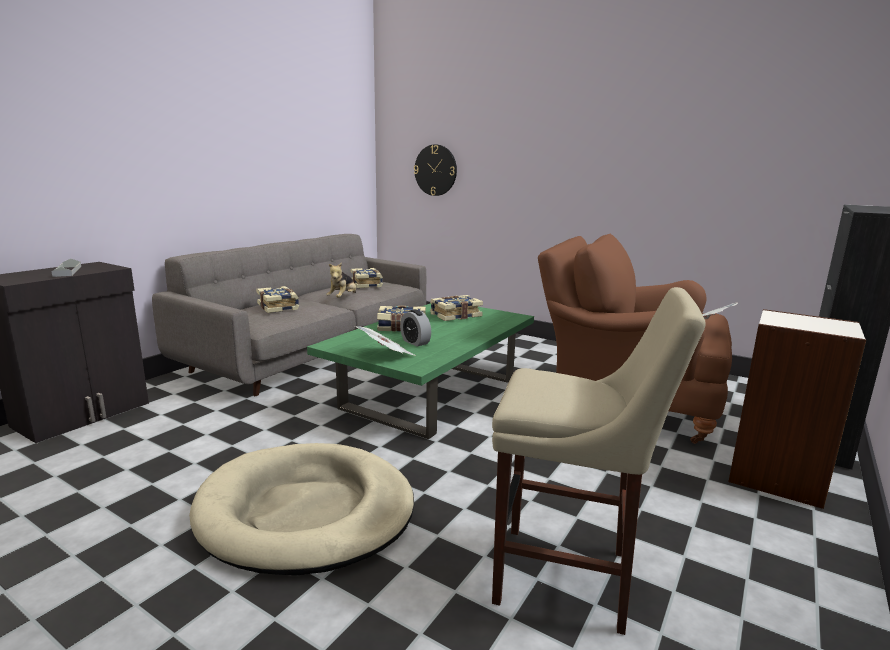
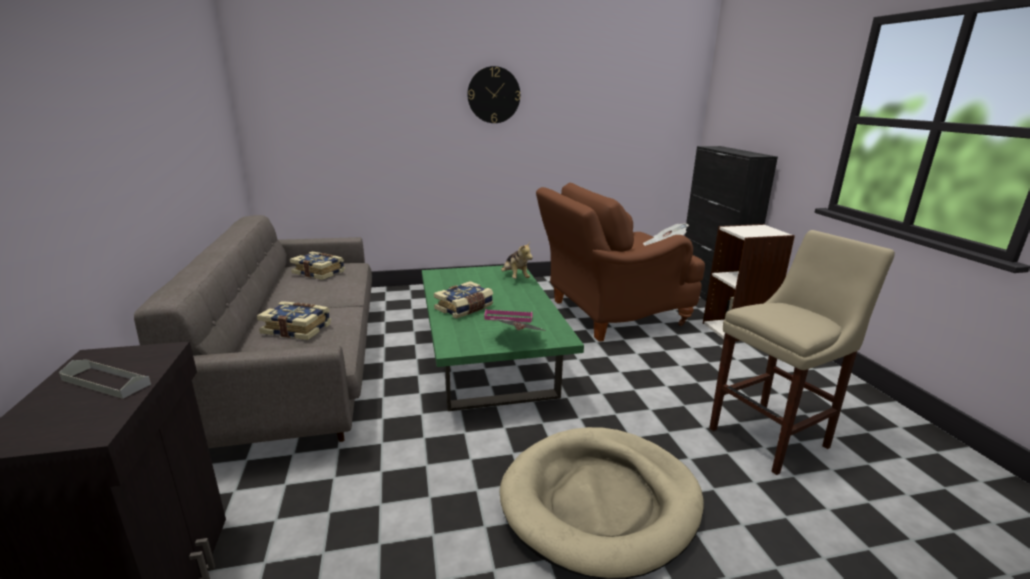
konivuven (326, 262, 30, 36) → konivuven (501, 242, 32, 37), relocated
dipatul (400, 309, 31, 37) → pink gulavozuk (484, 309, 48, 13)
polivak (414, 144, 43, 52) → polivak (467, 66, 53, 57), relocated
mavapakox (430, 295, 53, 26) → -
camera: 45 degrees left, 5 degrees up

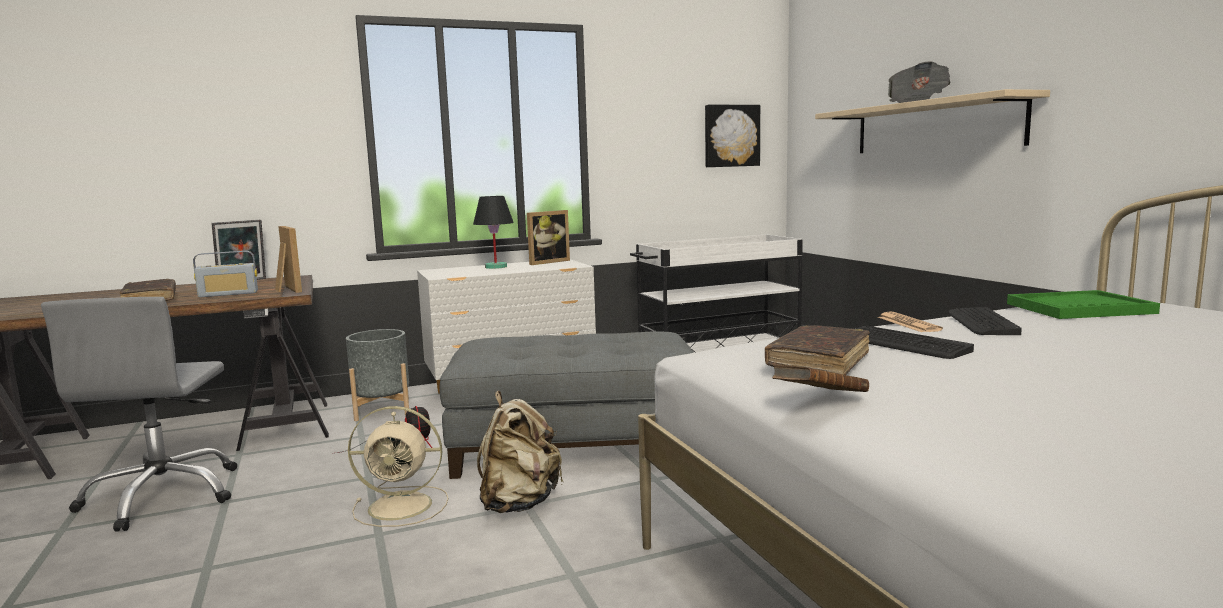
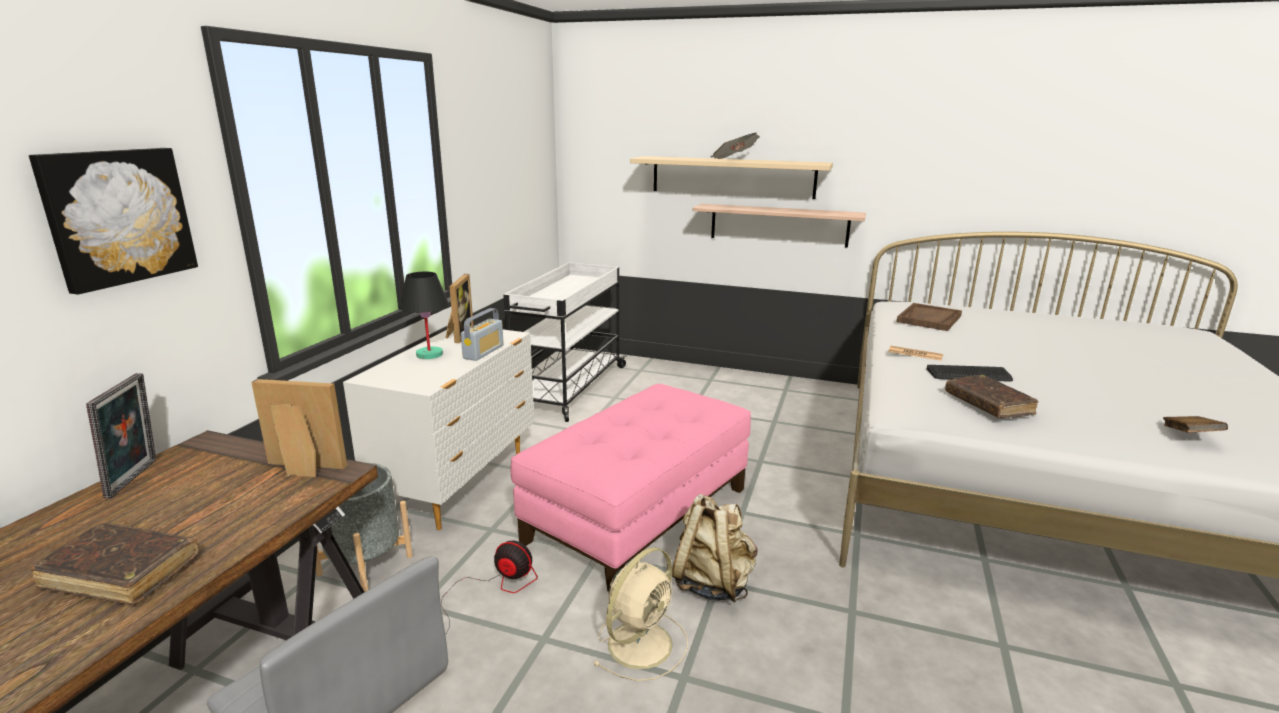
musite (193, 251, 65, 46) → musite (461, 308, 43, 53), relocated
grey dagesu (440, 331, 254, 148) → pink dagesu (511, 384, 240, 208)
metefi (705, 105, 55, 62) → metefi (29, 148, 169, 147), relocated
brown mavapakox (772, 364, 97, 28) → brown mavapakox (1163, 416, 65, 17), relocated
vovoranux (948, 307, 74, 28) → -
green gulavozuk (1007, 290, 153, 29) → brown gulavozuk (897, 303, 65, 28)
- → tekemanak (692, 203, 174, 45)
camera: 50 degrees left, 10 degrees up

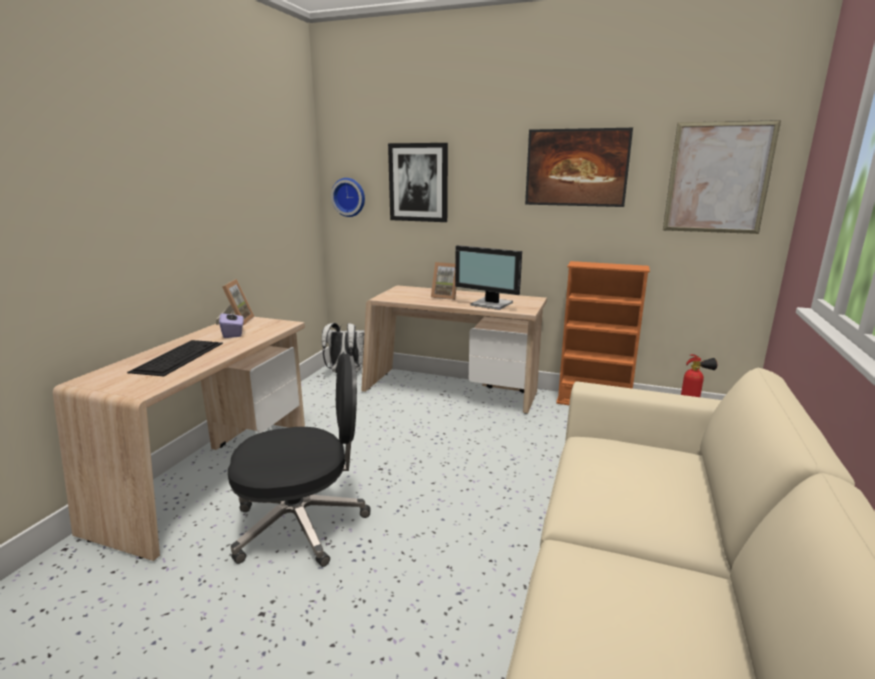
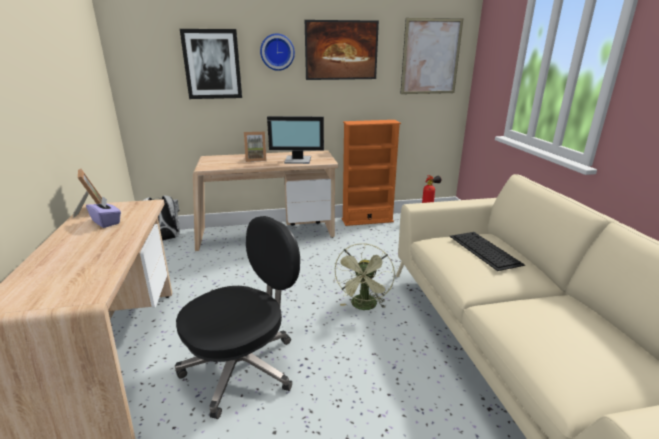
vovoranux (127, 340, 96, 36) → vovoranux (449, 232, 76, 39), relocated
polivak (331, 178, 34, 39) → polivak (260, 33, 35, 38), relocated
- → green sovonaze (335, 243, 60, 67)
camera: 30 degrees left, 5 degrees up

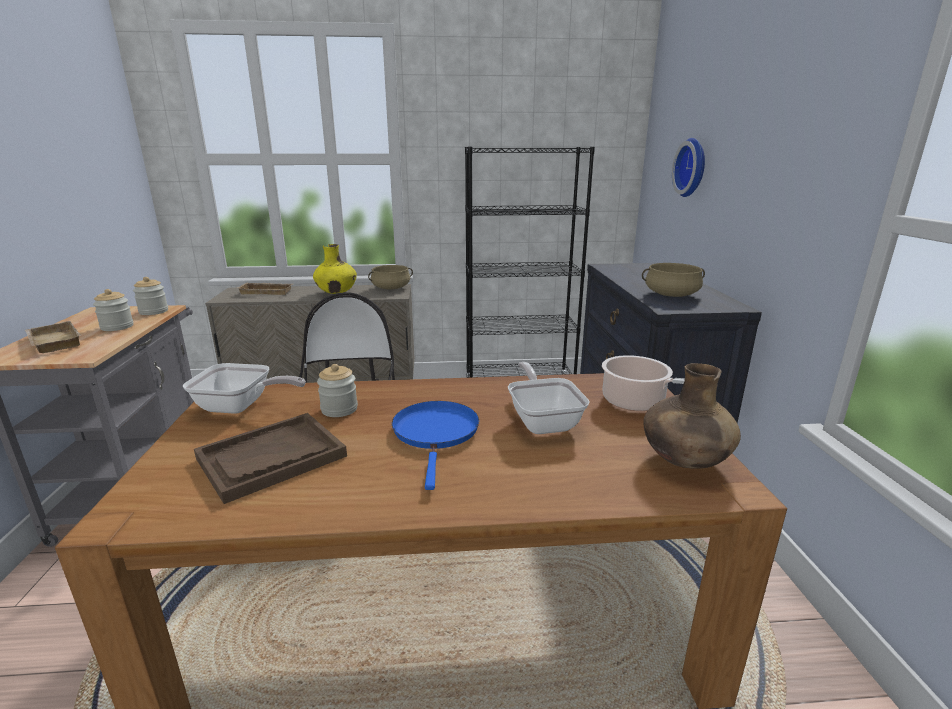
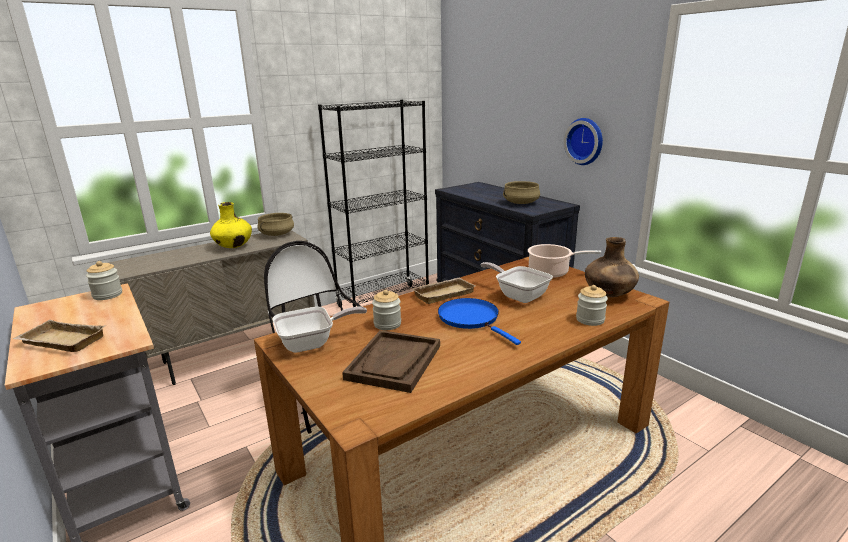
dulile (93, 289, 40, 42) → dulile (576, 285, 32, 41), relocated
beige gulavozuk (236, 283, 57, 12) → beige gulavozuk (411, 278, 64, 26), relocated
polivak (672, 138, 33, 59) → polivak (564, 118, 39, 47), relocated
camera: 30 degrees left, 0 degrees up

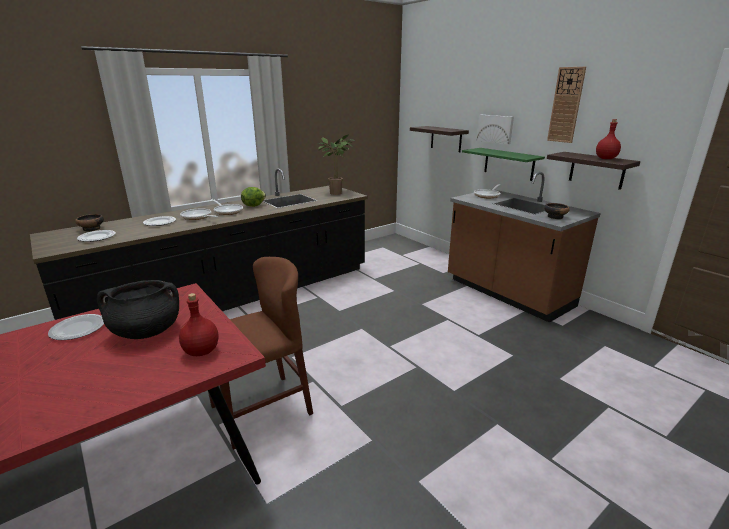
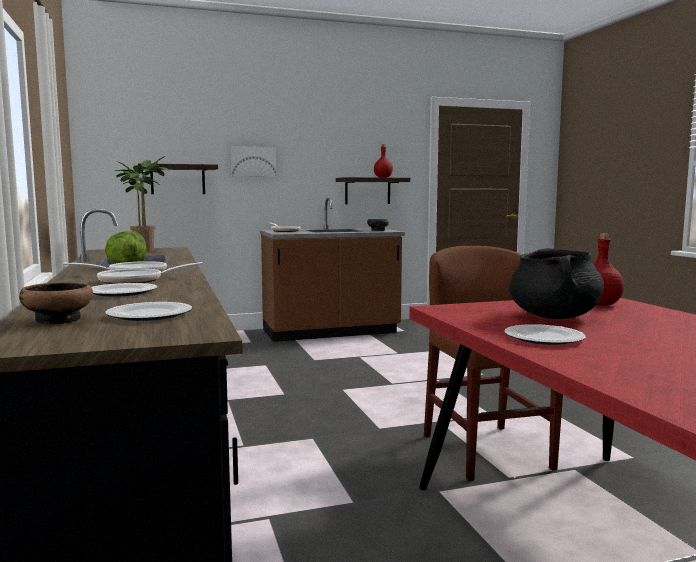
green tekemanak (462, 148, 83, 33) → -
polivak (547, 67, 39, 76) → -
camera: 70 degrees left, 15 degrees down

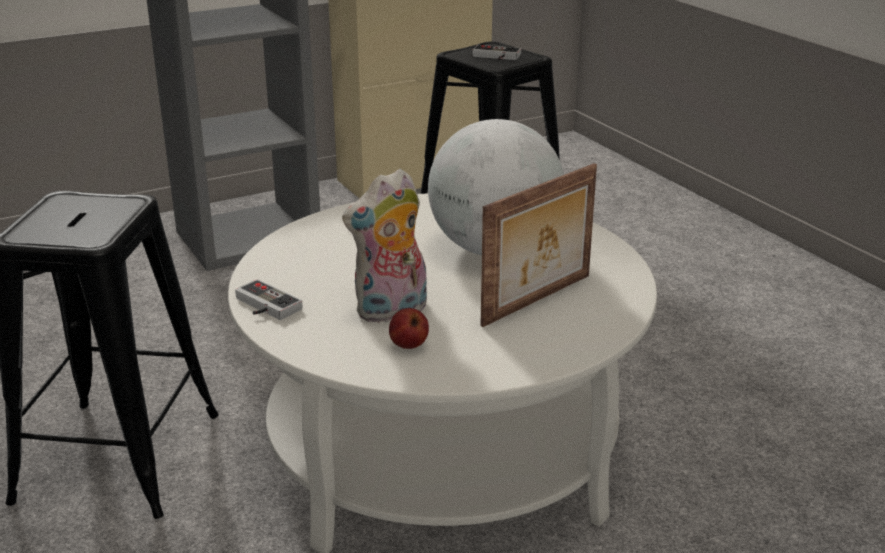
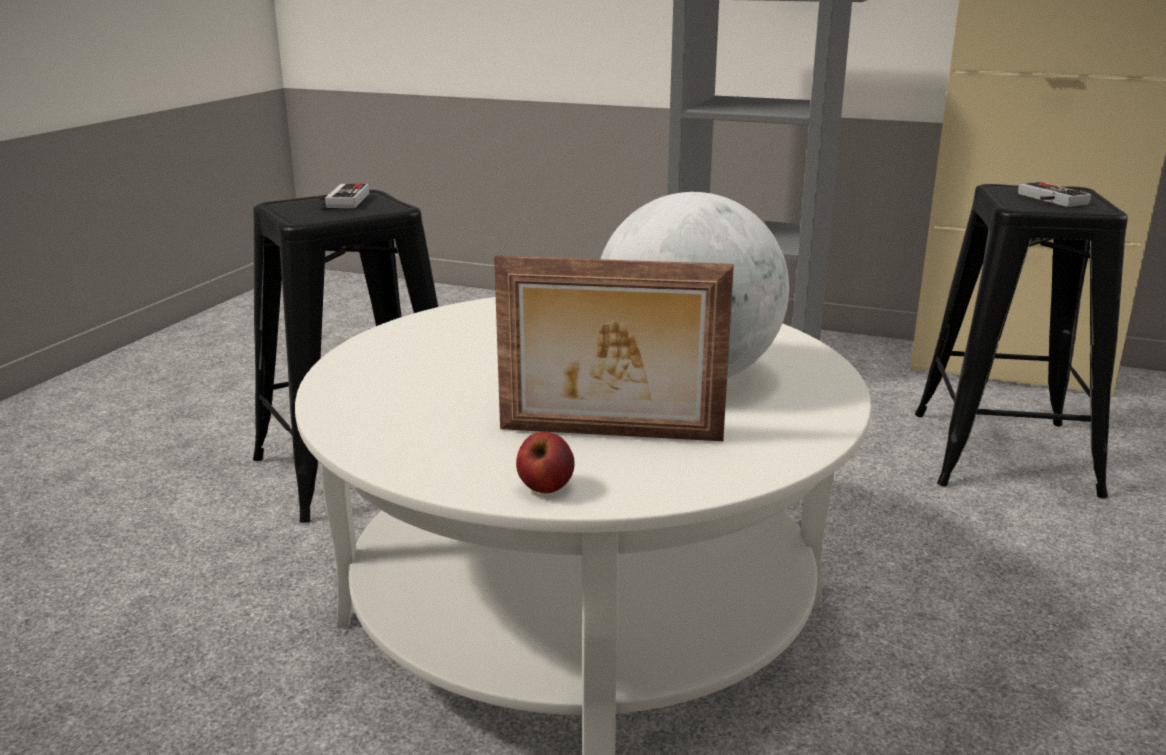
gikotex (235, 279, 67, 41) → gikotex (317, 183, 52, 25), relocated
konivuven (342, 169, 85, 155) → -
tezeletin (389, 308, 40, 41) → tezeletin (516, 432, 59, 61), relocated
camera: 50 degrees right, 5 degrees down

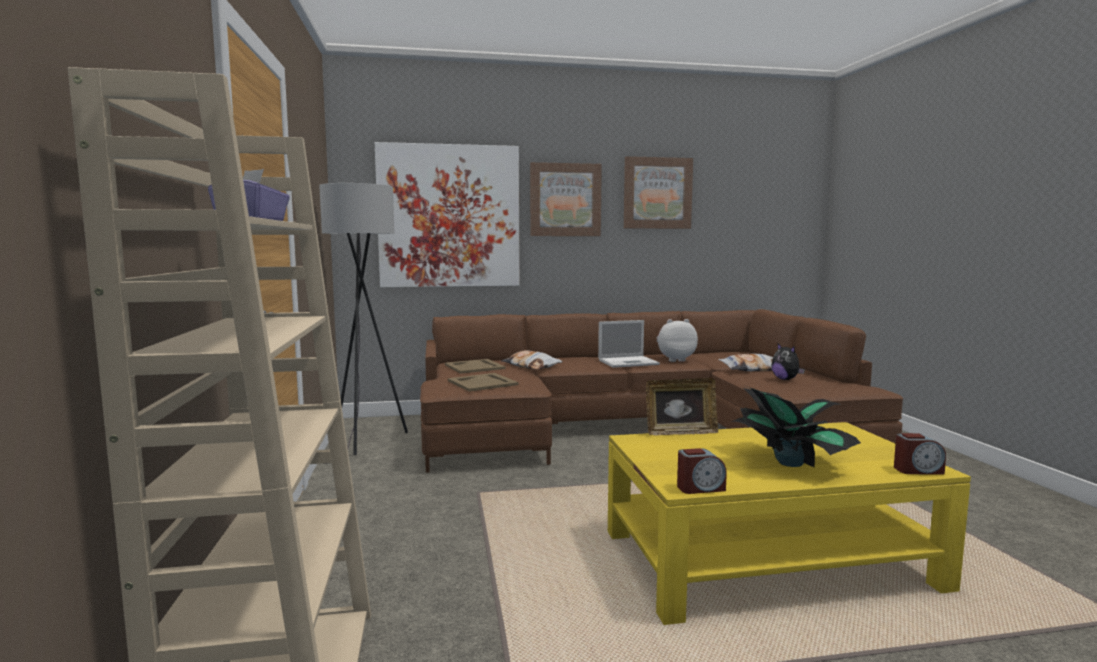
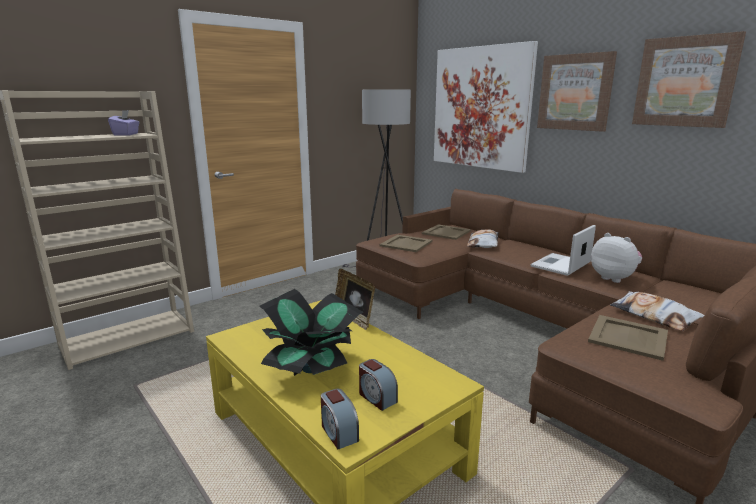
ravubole (598, 320, 62, 48) → ravubole (530, 225, 66, 51), 90 degrees clockwise
dipatul (677, 448, 50, 46) → dipatul (359, 359, 39, 52), relocated
konivuven (771, 344, 34, 36) → beige gulavozuk (588, 315, 80, 46)
camera: 60 degrees right, 10 degrees up

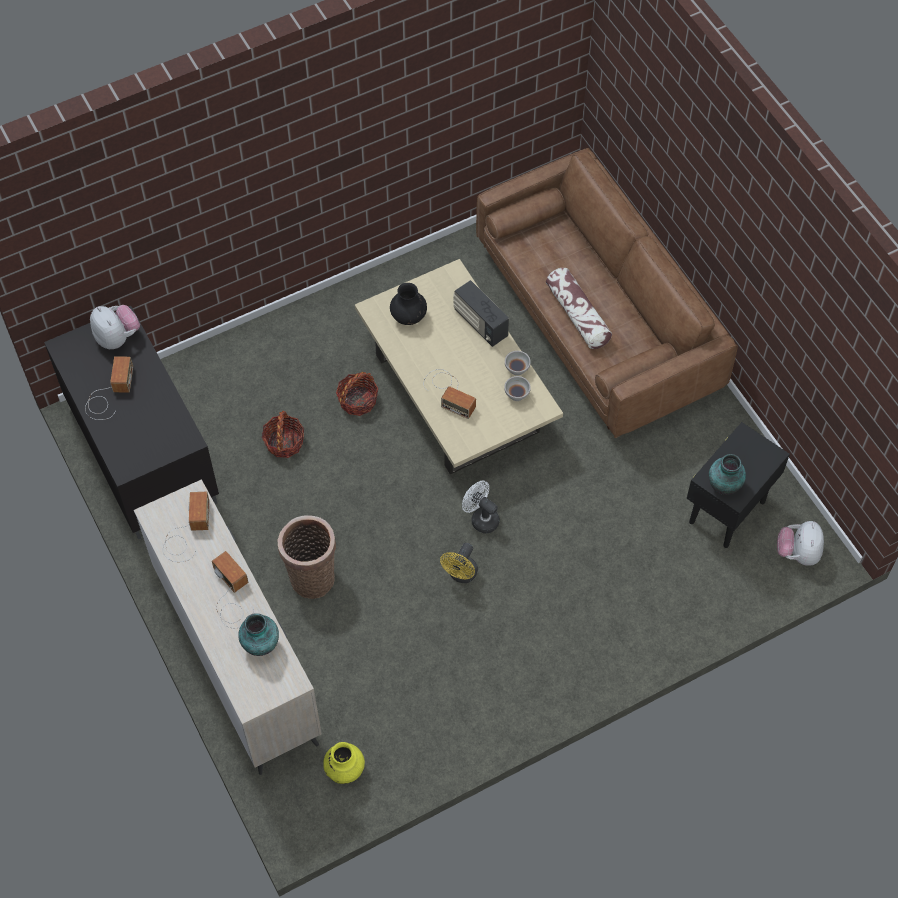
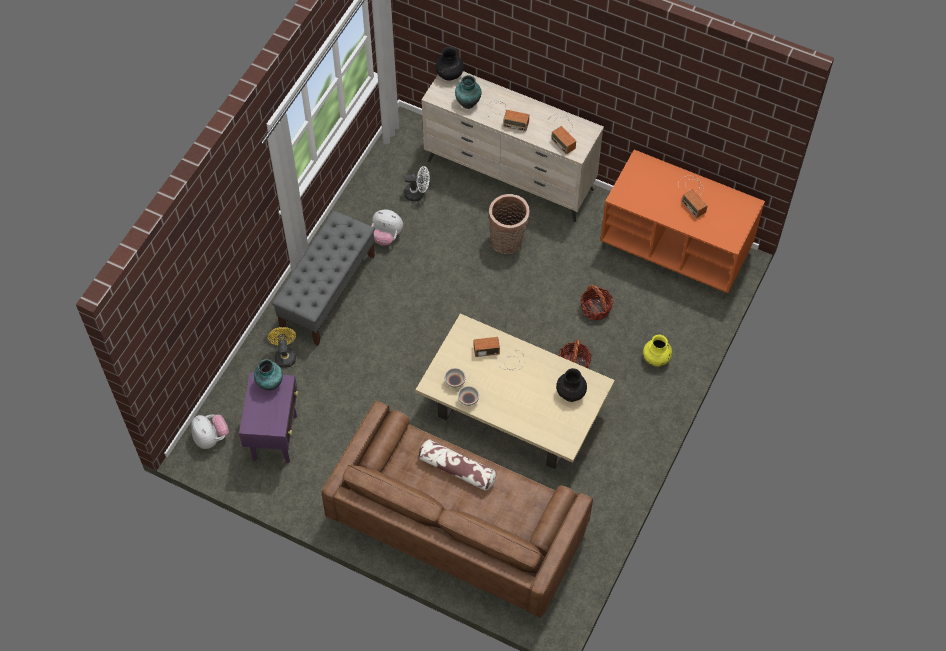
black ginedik (44, 306, 175, 233) → orange ginedik (600, 150, 165, 149)
konivuven (90, 305, 50, 44) → konivuven (371, 210, 32, 36), relocated
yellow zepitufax (323, 742, 42, 42) → yellow zepitufax (643, 335, 29, 32), relocated
yellow sovonaze (440, 543, 38, 40) → yellow sovonaze (268, 327, 28, 41), relocated
musite (453, 280, 56, 67) → -
white sovonaze (462, 481, 38, 52) → white sovonaze (404, 166, 26, 35), relocated
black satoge (687, 422, 103, 126) → purple satoge (239, 372, 59, 91)
- → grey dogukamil (272, 211, 103, 135)
- → black zepitufax (435, 47, 29, 33)
camera: 145 degrees right, 0 degrees up

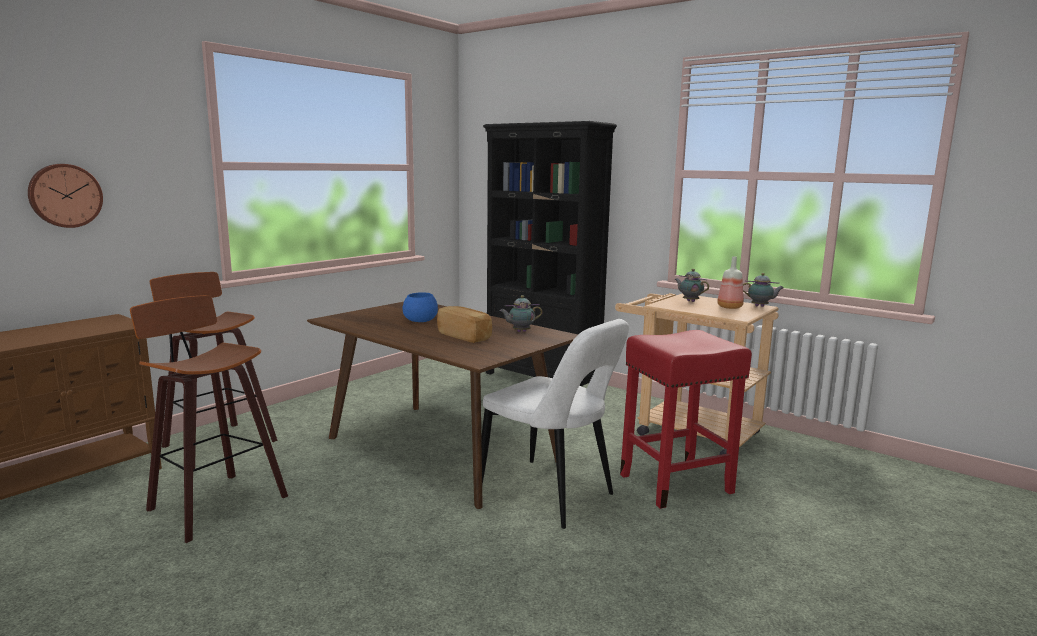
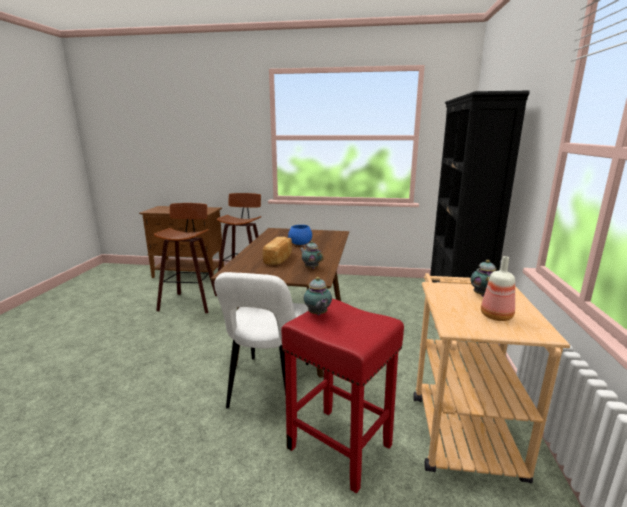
polivak (28, 164, 75, 64) → -
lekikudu (743, 273, 41, 34) → lekikudu (304, 277, 28, 38), relocated
camera: 60 degrees right, 5 degrees up

